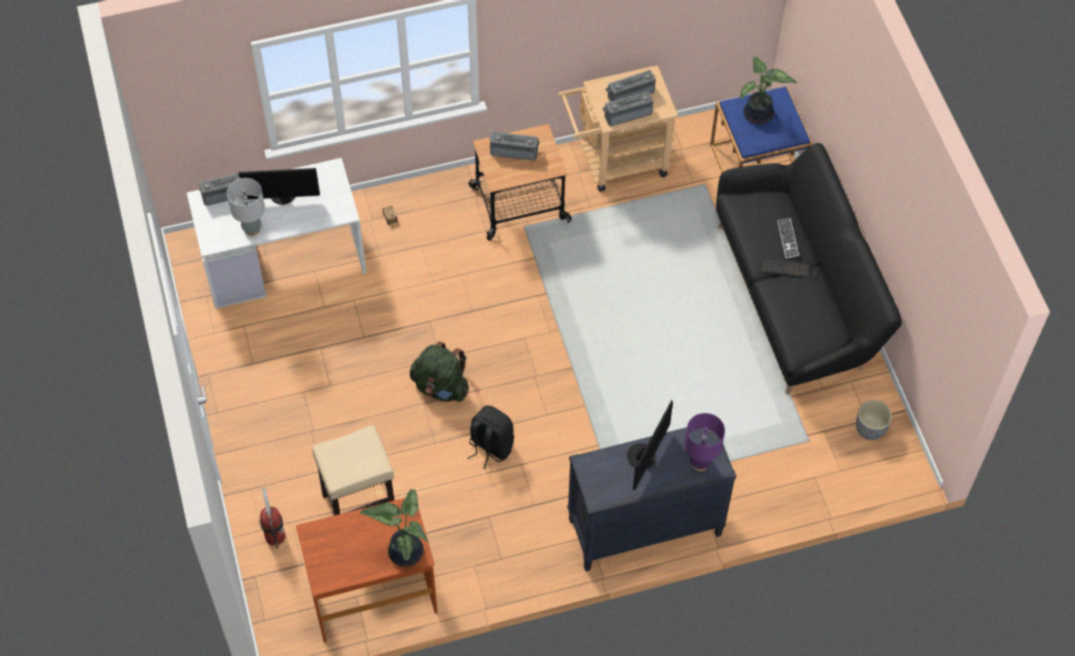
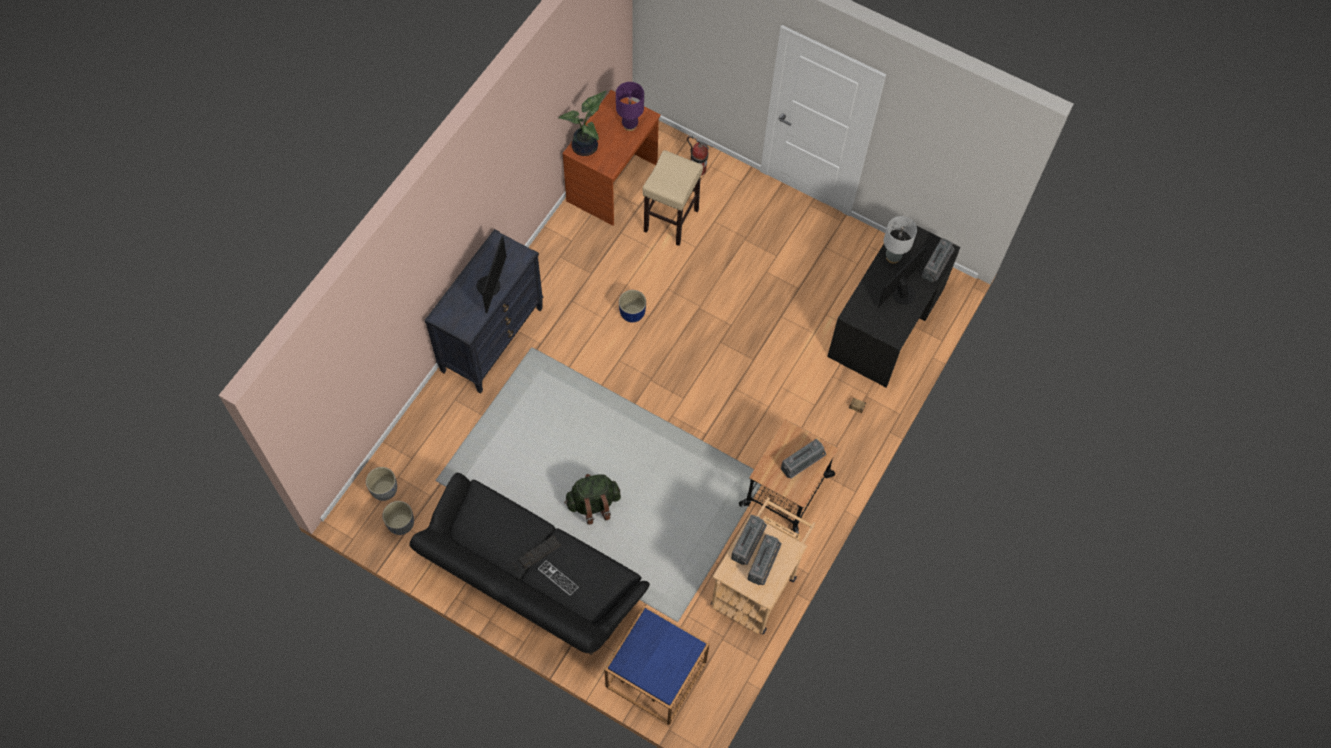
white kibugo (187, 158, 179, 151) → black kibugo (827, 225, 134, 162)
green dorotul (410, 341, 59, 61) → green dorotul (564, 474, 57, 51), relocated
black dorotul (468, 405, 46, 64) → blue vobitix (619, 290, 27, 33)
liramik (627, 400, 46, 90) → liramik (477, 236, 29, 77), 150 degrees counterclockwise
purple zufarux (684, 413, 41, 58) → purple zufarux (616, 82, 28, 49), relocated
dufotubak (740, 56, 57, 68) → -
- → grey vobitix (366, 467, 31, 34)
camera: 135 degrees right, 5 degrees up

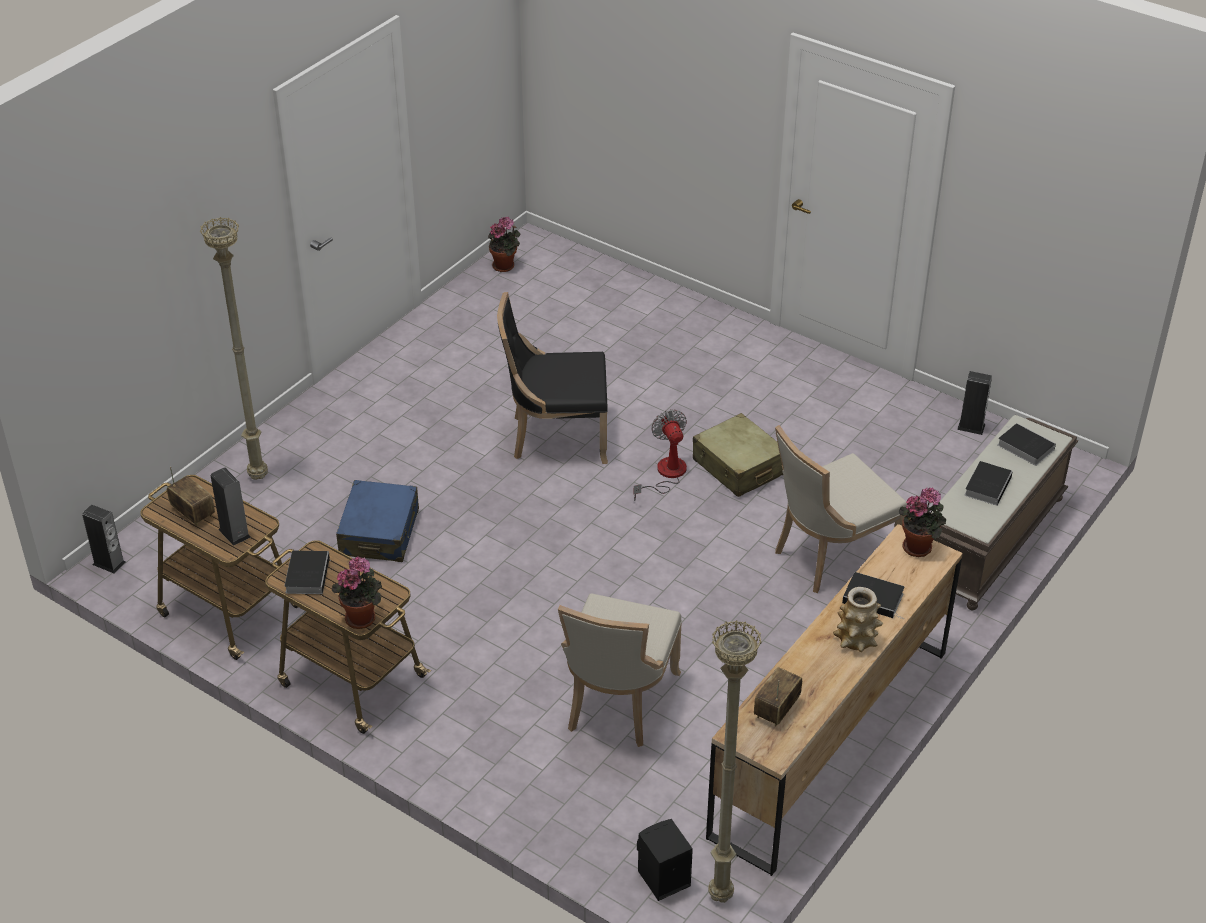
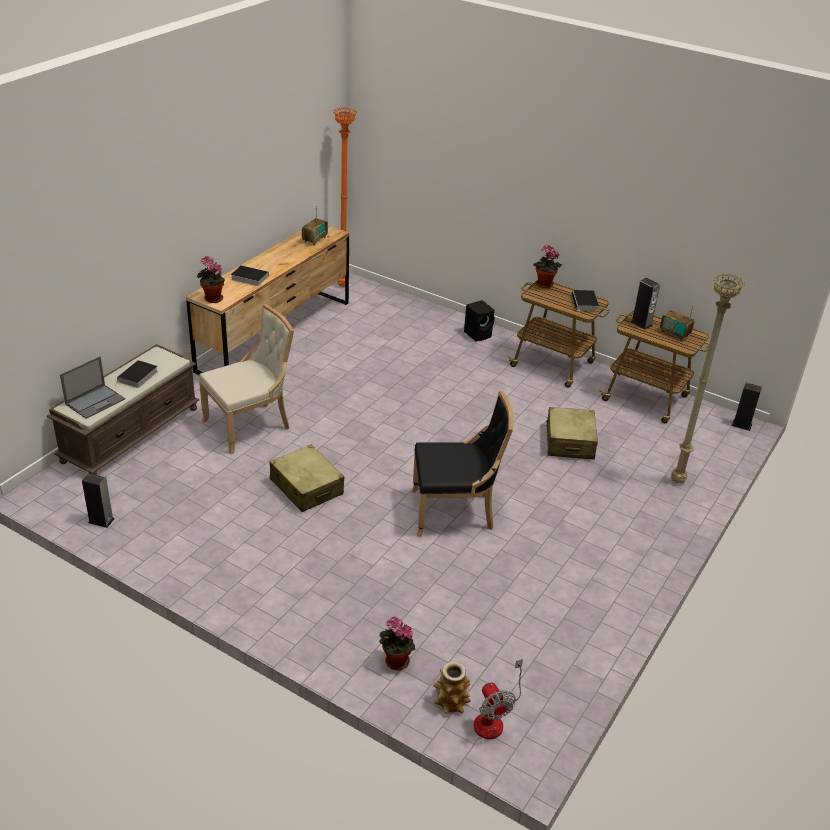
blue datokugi (336, 480, 83, 82) → beige datokugi (546, 407, 52, 52)
dufotubak (488, 217, 32, 55) → dufotubak (379, 617, 36, 53), relocated
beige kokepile (558, 593, 124, 154) → -
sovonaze (634, 409, 53, 92) → sovonaze (474, 659, 49, 80), relocated
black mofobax (637, 819, 56, 82) → black mofobax (464, 300, 31, 42), relocated
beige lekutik (708, 620, 53, 283) → orange lekutik (334, 108, 22, 179)
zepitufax (833, 587, 50, 65) → zepitufax (433, 662, 38, 52), relocated
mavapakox (997, 423, 59, 43) → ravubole (60, 356, 65, 63)
camera: 175 degrees right, 5 degrees down

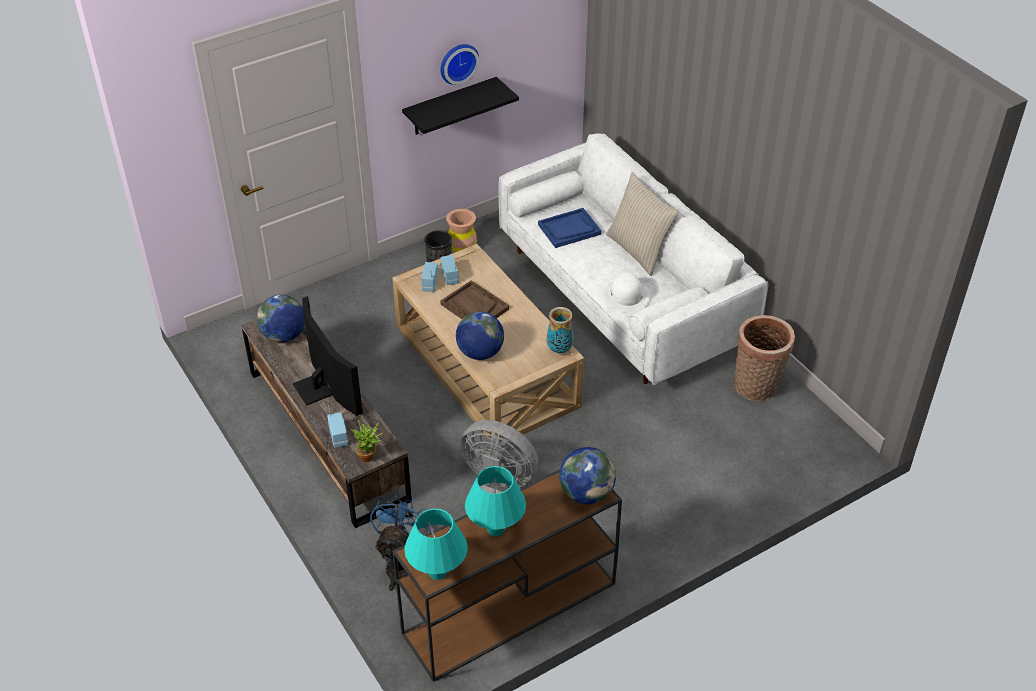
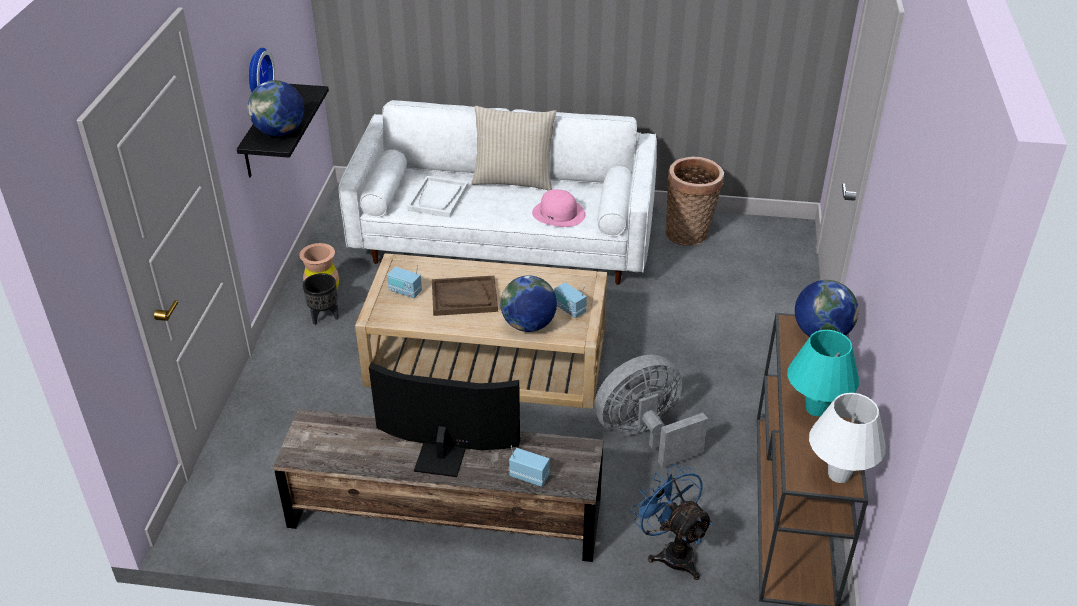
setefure (257, 295, 48, 47) → setefure (248, 80, 56, 56), relocated
dufotubak (351, 420, 34, 42) → -
turquoise zufarux (404, 508, 64, 72) → white zufarux (809, 393, 77, 90)
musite (421, 262, 17, 30) → musite (554, 282, 33, 36), relocated
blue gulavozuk (538, 208, 64, 40) → white gulavozuk (407, 176, 61, 42)
zepitufax (546, 307, 28, 47) → -
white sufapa (603, 272, 47, 41) → pink sufapa (532, 189, 53, 38)
camera: 50 degrees left, 5 degrees down

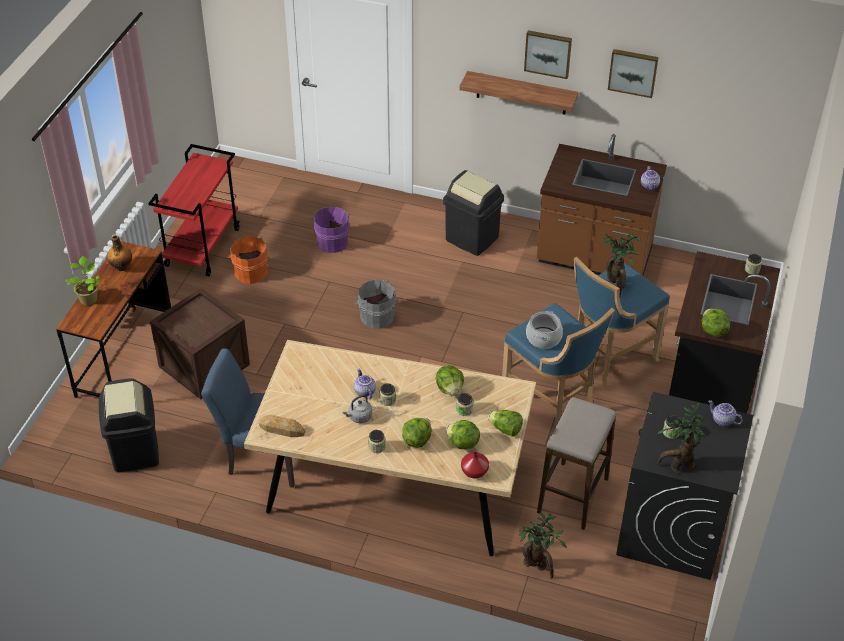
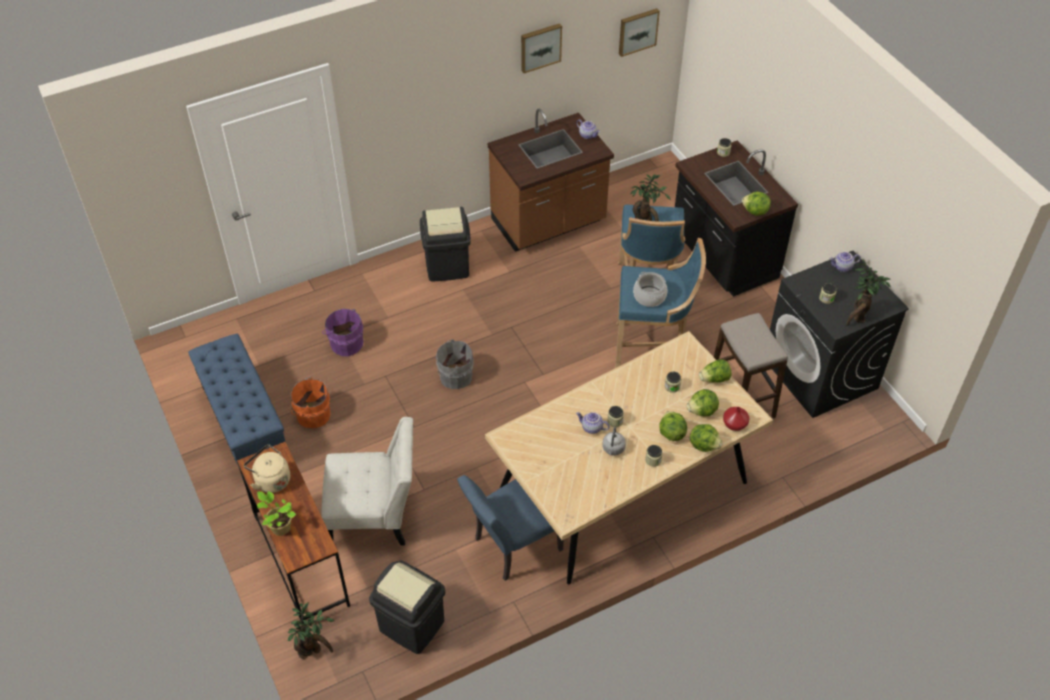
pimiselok (107, 235, 25, 36) → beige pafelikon (244, 445, 46, 48)
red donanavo (148, 144, 92, 132) → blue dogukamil (188, 334, 98, 145)
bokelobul (150, 288, 100, 111) → white kokepile (321, 417, 92, 128)
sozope (259, 415, 46, 22) → -
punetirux (436, 365, 28, 31) → punetirux (690, 424, 33, 28), relocated
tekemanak (459, 71, 120, 44) → -
dufotubak (519, 512, 48, 67) → dufotubak (288, 602, 46, 57), relocated
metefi (524, 30, 48, 49) → metefi (619, 8, 41, 49), relocated
camera: 45 degrees left, 5 degrees up

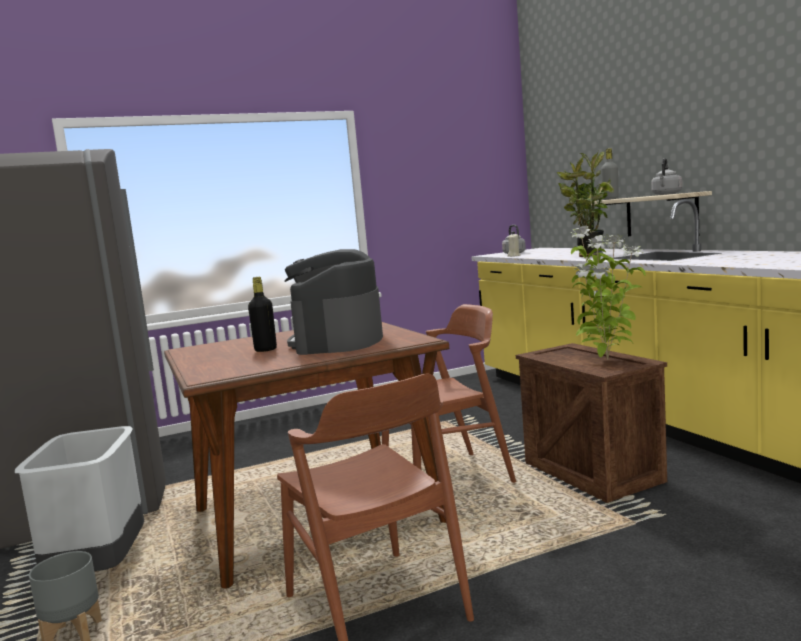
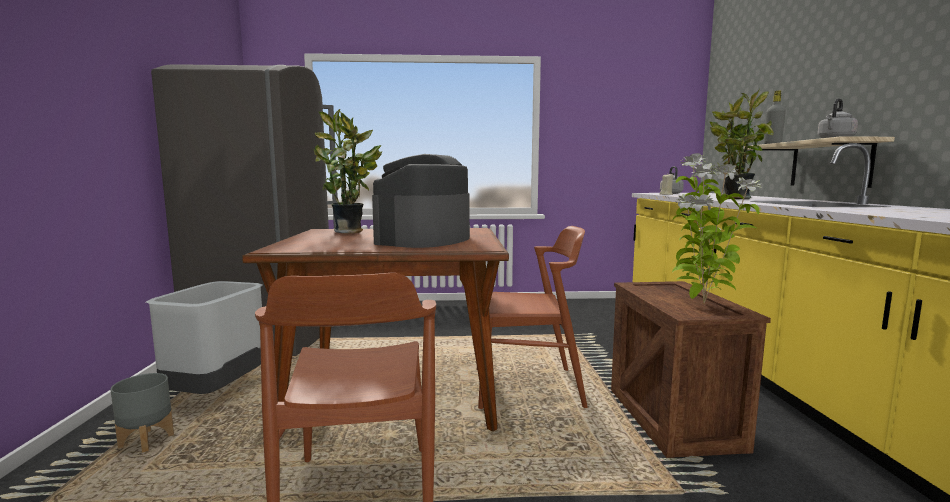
black pimiselok (248, 277, 29, 75) → -
- → dufotubak (313, 108, 69, 125)
camera: 20 degrees right, 0 degrees up

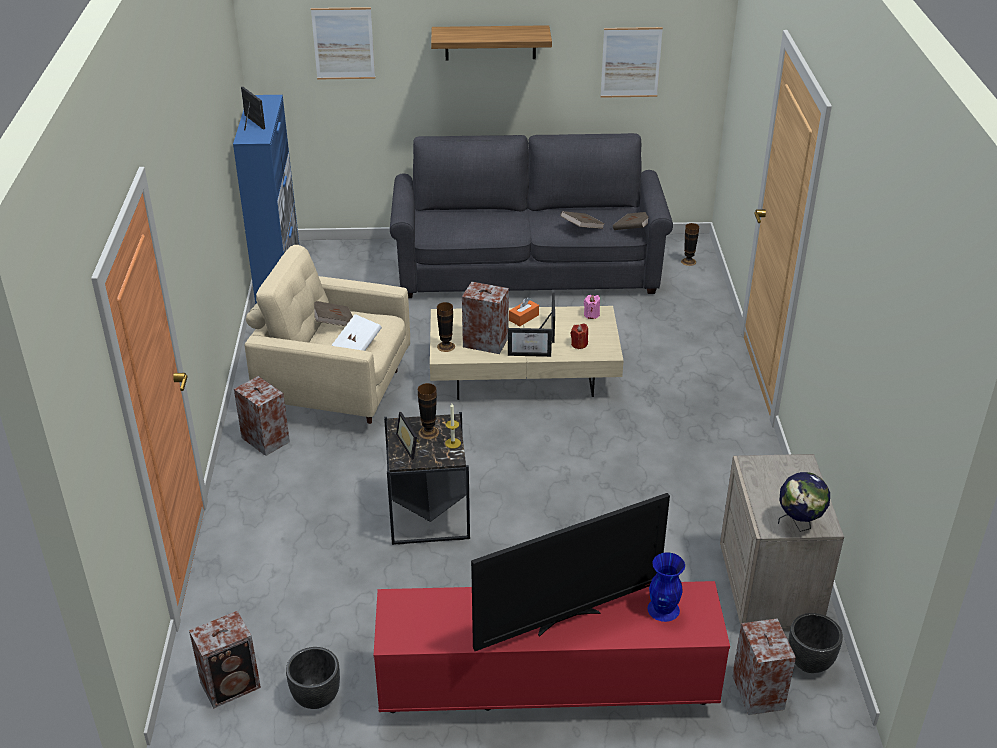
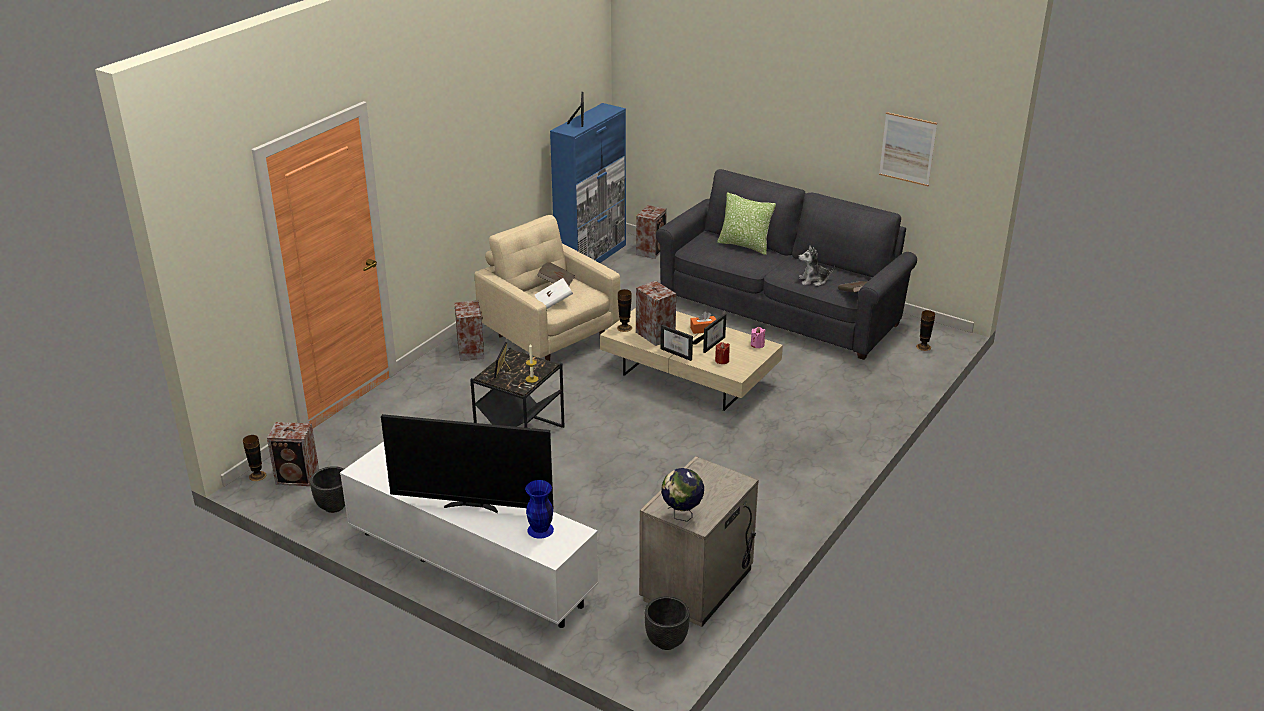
metefi (311, 7, 64, 72) → -
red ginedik (374, 581, 356, 132) → white ginedik (340, 441, 258, 187)
zepitufax (418, 383, 21, 56) → zepitufax (243, 435, 23, 46), relocated
tekemanak (431, 25, 121, 35) → -
brown mavapakox (560, 211, 45, 18) → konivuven (799, 245, 36, 41)
mofobax (732, 618, 64, 97) → mofobax (636, 205, 31, 54), relocated
- → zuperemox (717, 192, 59, 63)
camera: 35 degrees right, 5 degrees down

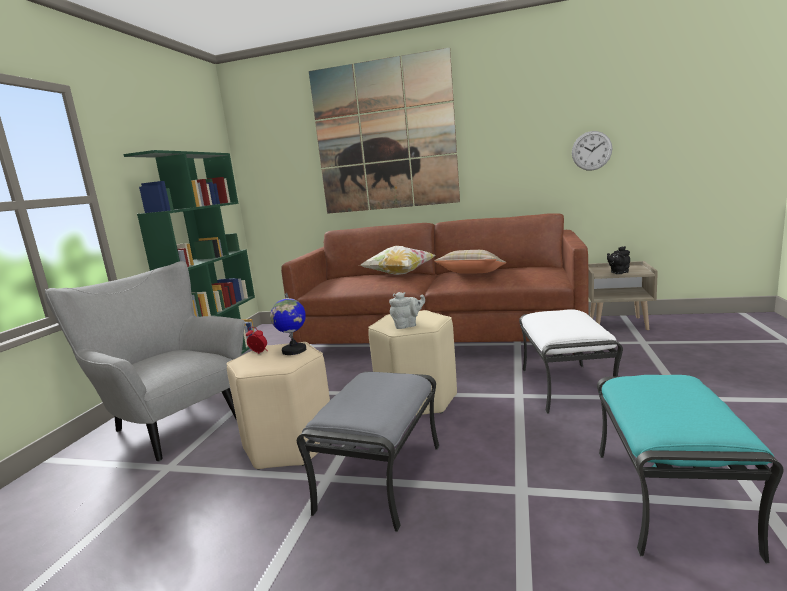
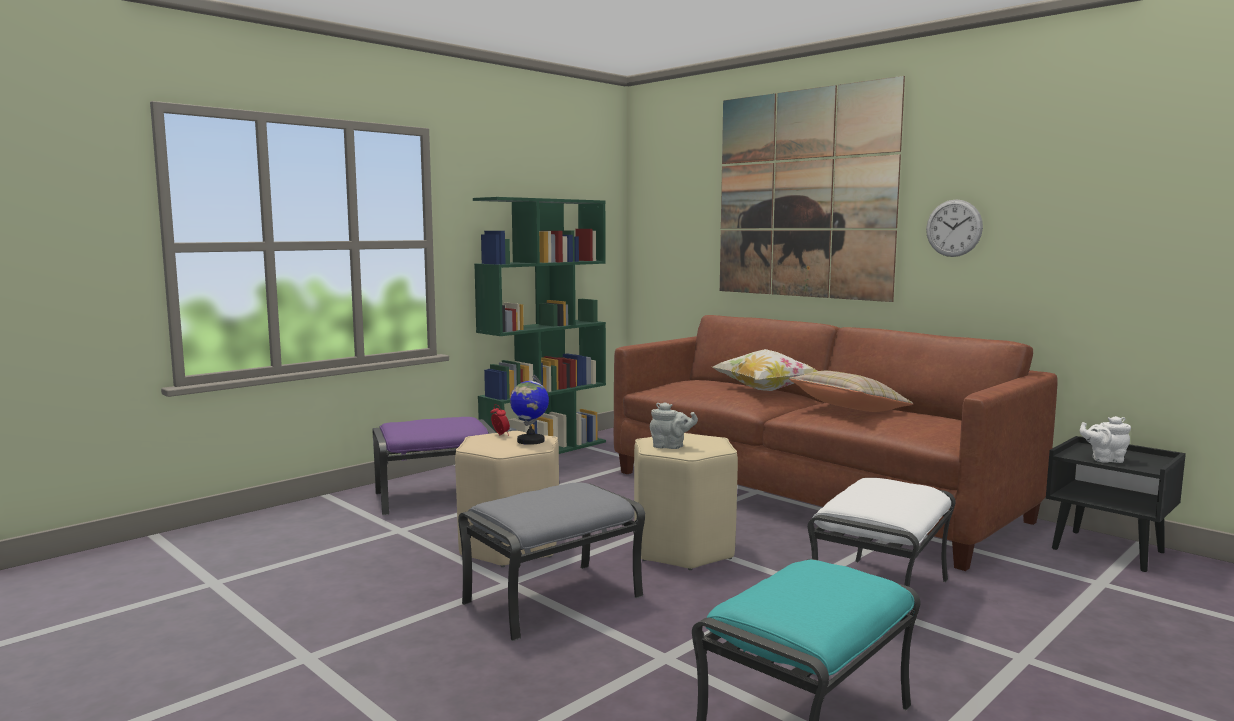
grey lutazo (45, 261, 200, 201) → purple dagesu (373, 417, 123, 98)
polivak (572, 131, 40, 40) → polivak (926, 199, 57, 58), relocated
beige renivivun (588, 261, 70, 69) → black renivivun (1046, 436, 140, 136)
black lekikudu (607, 246, 23, 28) → white lekikudu (1080, 416, 51, 47)
camera: 30 degrees right, 5 degrees down

